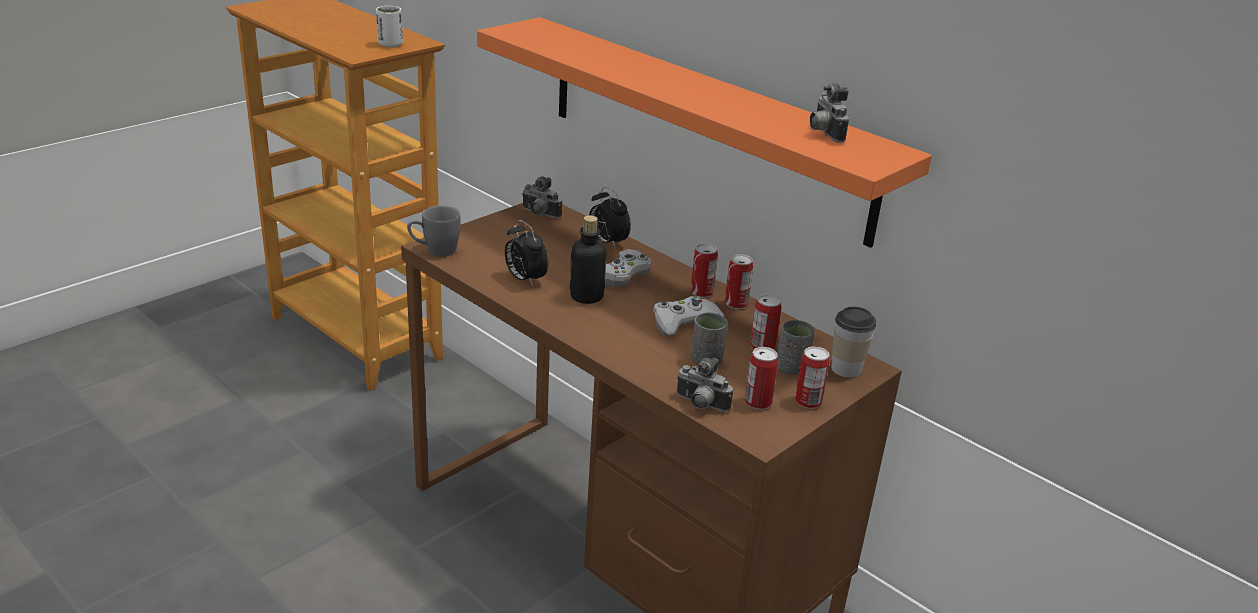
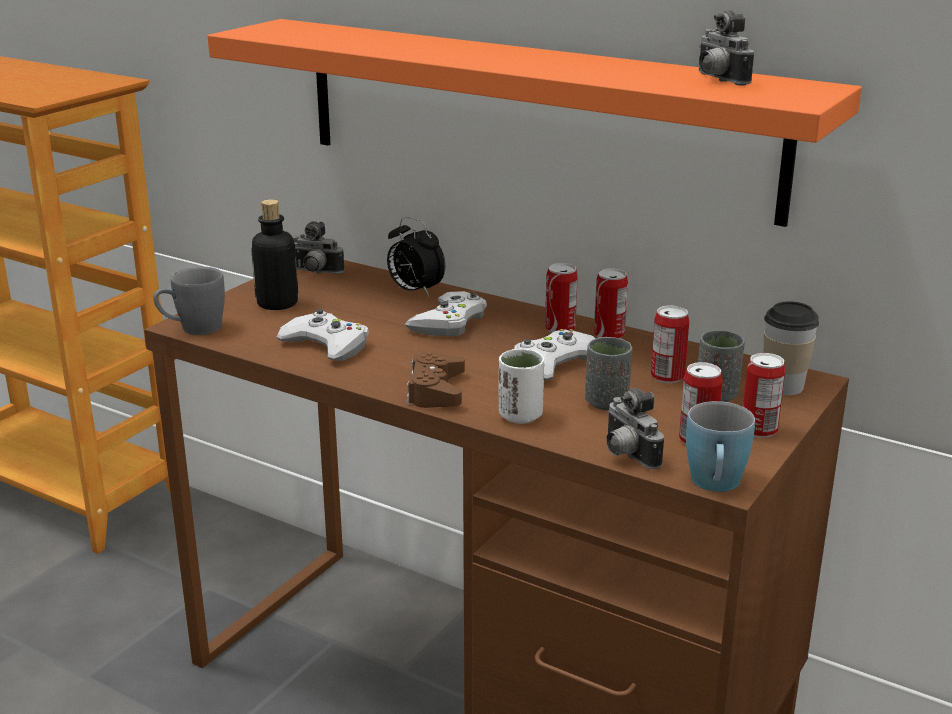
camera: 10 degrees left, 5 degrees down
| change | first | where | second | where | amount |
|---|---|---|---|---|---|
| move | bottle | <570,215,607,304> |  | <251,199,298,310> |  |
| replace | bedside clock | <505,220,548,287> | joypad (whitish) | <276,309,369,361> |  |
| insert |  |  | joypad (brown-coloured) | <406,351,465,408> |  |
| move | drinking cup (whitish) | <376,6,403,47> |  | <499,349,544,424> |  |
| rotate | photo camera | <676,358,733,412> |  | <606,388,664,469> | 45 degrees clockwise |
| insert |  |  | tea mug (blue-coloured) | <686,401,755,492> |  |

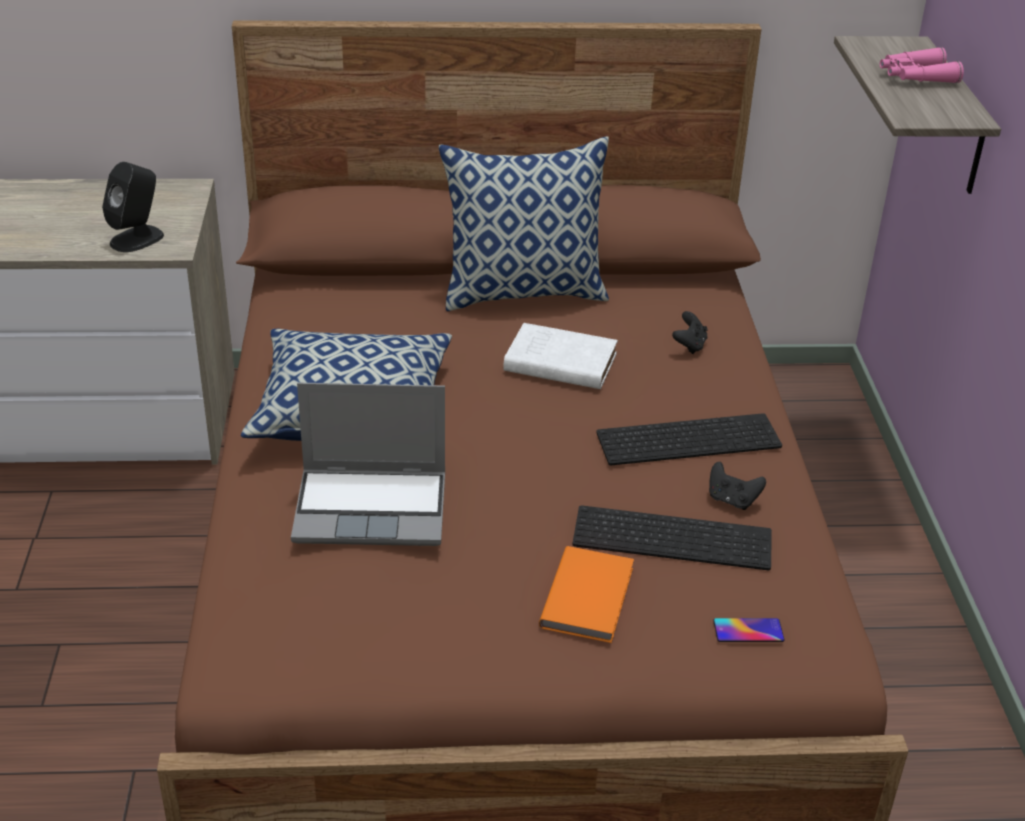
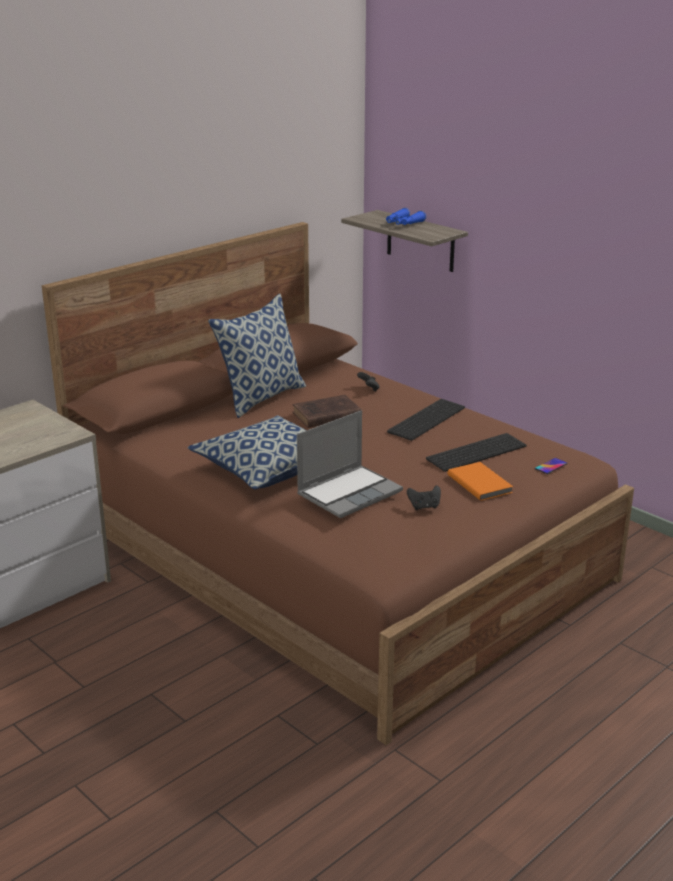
camera: 40 degrees left, 10 degrees down
| change | first | where | second | where | amount |
|---|---|---|---|---|---|
| recolor | bound book (whitish) | <503,323,618,389> | bound book (brown-coloured) | <292,395,362,428> |  |
| recolor | binoculars (pink-coloured) | <880,47,964,83> | binoculars (blue-coloured) | <386,208,426,225> |  |
| move | joypad (black-coloured) | <709,462,766,510> |  | <407,485,441,510> |  |
| delete | speaker (black-coloured) | <102,162,164,252> |  |  |  |

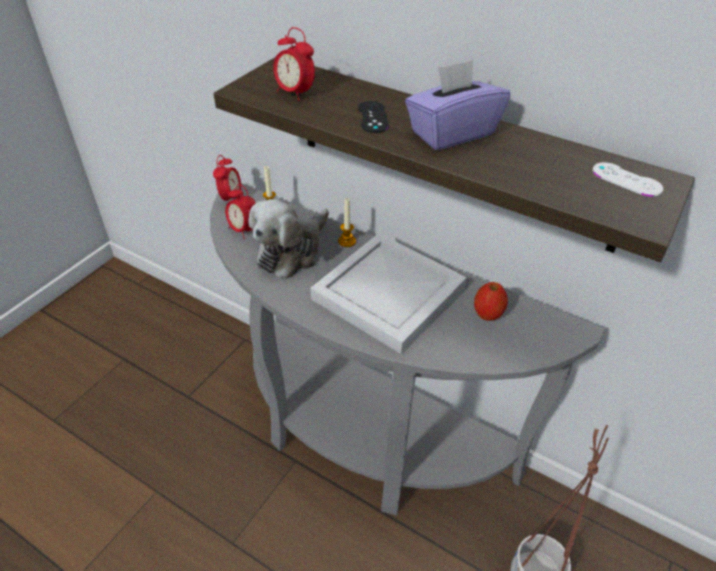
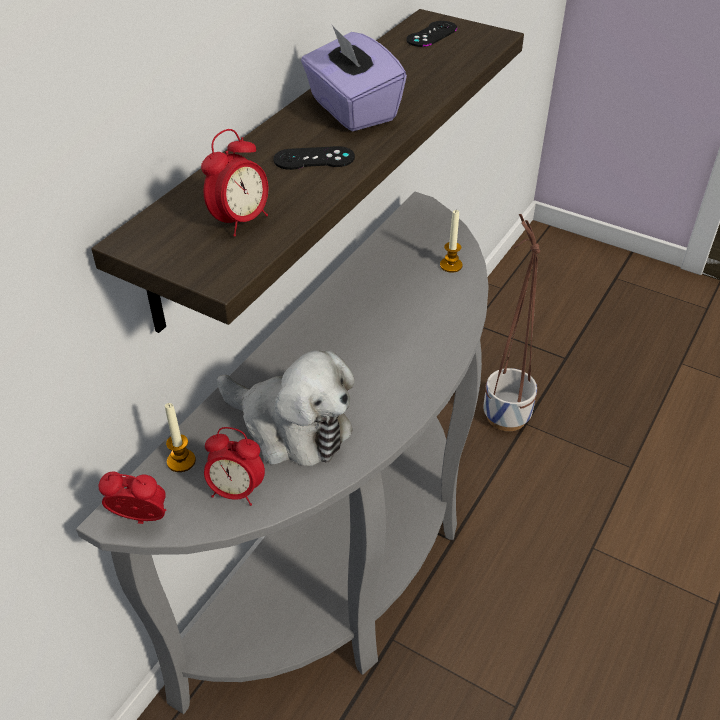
camera: 90 degrees left, 0 degrees up
| change | first | where | second | where | amount |
|---|---|---|---|---|---|
| rotate | bedside clock | <225,184,255,239> |  | <204,427,265,506> | 60 degrees clockwise |
| recolor | joypad (whitish) | <593,162,663,197> | joypad (black-coloured) | <406,21,457,47> |  |
| move | wax candle | <338,198,356,247> |  | <440,210,463,273> |  |
| delete | carrying tray (whitish) | <310,233,467,354> |  |  |  |
| delete | apple | <474,282,508,321> |  |  |  |

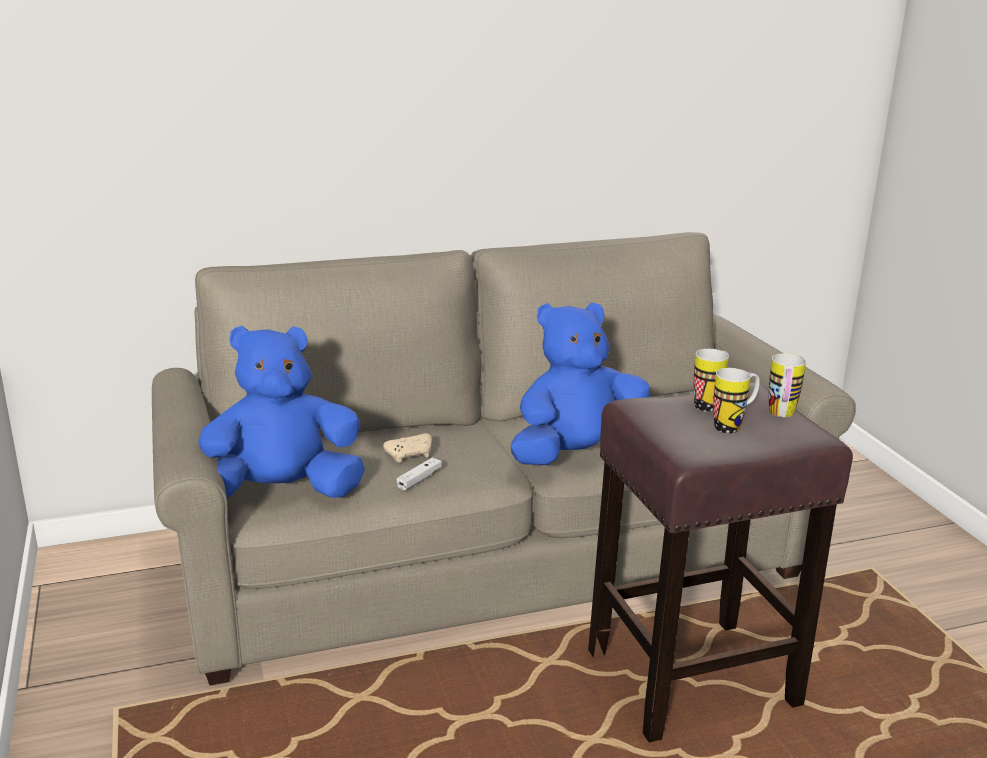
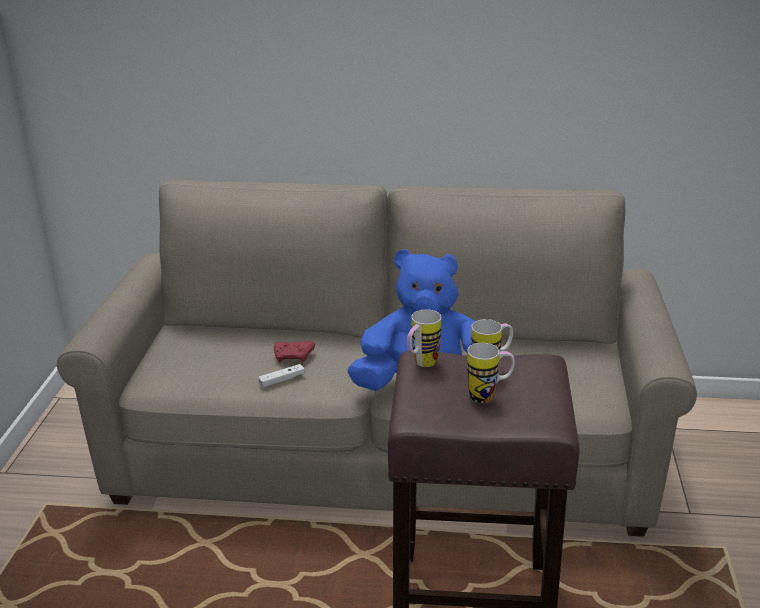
camera: 25 degrees right, 5 degrees up
| change | first | where | second | where | amount |
|---|---|---|---|---|---|
| recolor | joypad (beige) | <383,433,432,463> | joypad (red-coloured) | <274,341,315,363> |  |
| move | tea mug | <769,353,806,417> |  | <407,309,441,367> |  |
| delete | cuddly toy (blue-coloured) | <198,326,365,498> |  |  |  |

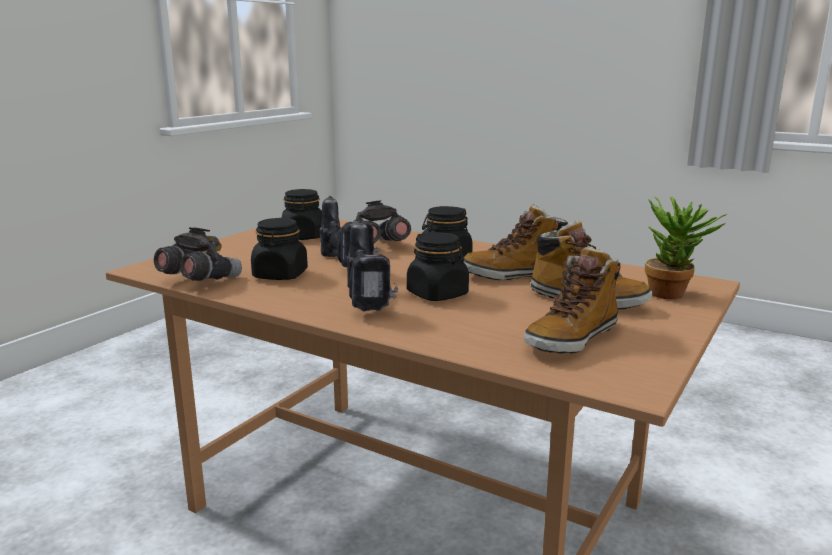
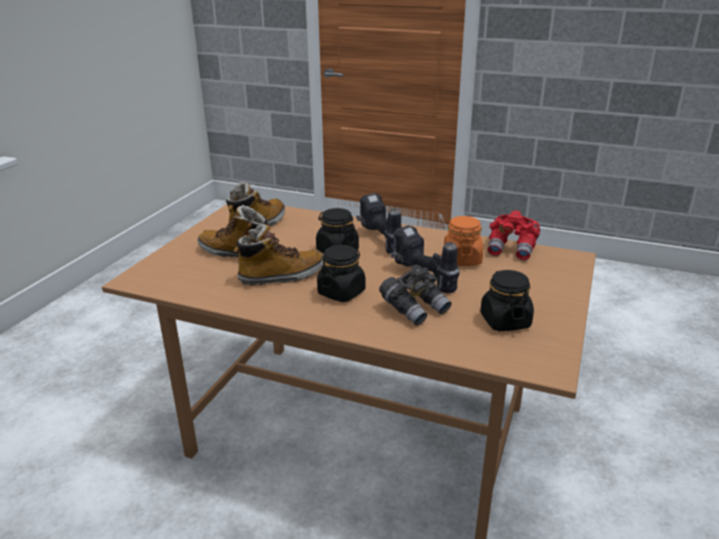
camera: 170 degrees right, 10 degrees up
| change | first | where | second | where | amount |
|---|---|---|---|---|---|
| recolor | storage jar (black-coloured) | <251,218,308,280> | storage jar (orange-coloured) | <444,216,483,266> |  |
| recolor | binoculars (grey) | <154,227,242,281> | binoculars (red-coloured) | <488,210,540,260> |  |
| delete | houseplant | <645,196,727,299> |  |  |  |

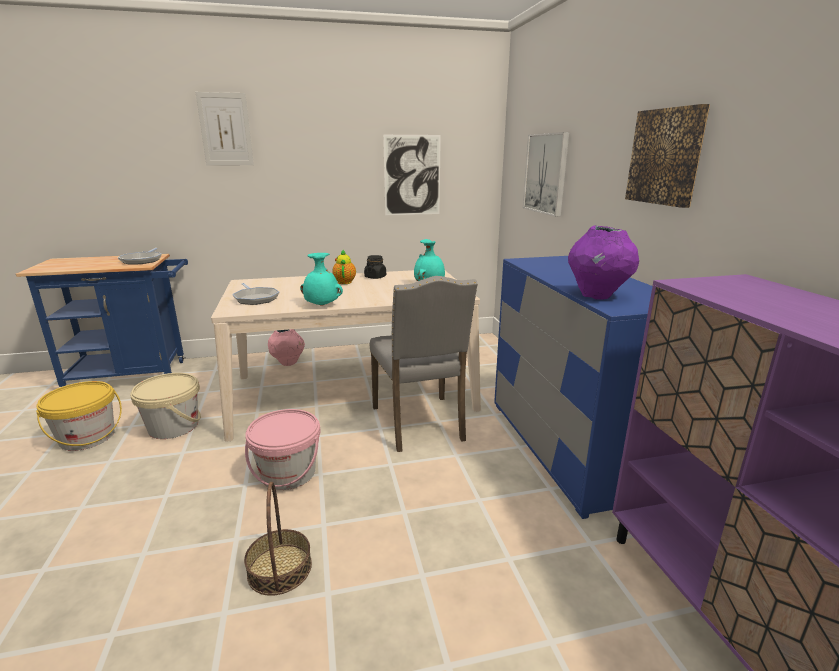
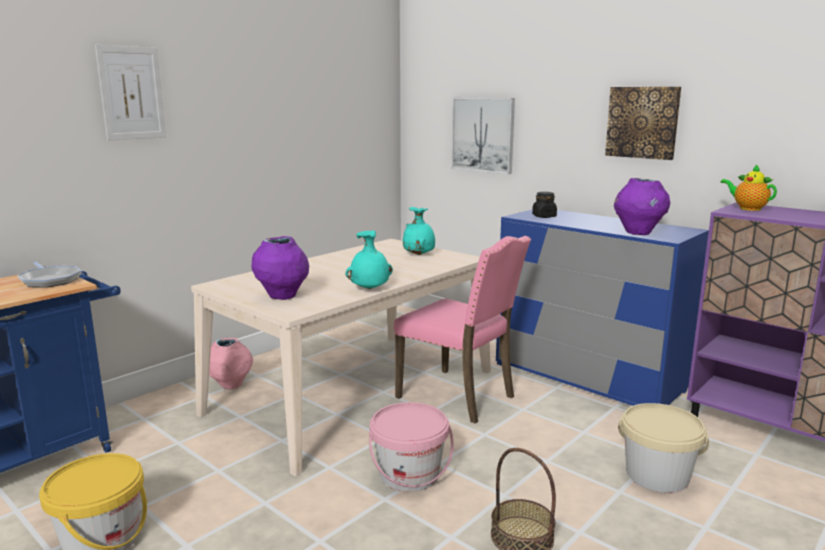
camera: 35 degrees left, 5 degrees down
| change | first | where | second | where | amount |
|---|---|---|---|---|---|
| replace | frying pan | <232,283,279,305> | decorative vase (purple-coloured) | <251,236,309,300> |  |
| recolor | upright chair (grey) | <370,276,478,452> | upright chair (pink-coloured) | <394,236,531,424> |  |
| move | storage jar (black-coloured) | <364,255,386,279> |  | <532,192,557,218> |  |
| move | water bucket (beige) | <130,373,201,439> |  | <618,403,709,493> |  |
| move | tea pot | <332,250,356,284> |  | <721,165,777,211> |  |
| delete | wall art | <383,135,441,215> |  |  |  |

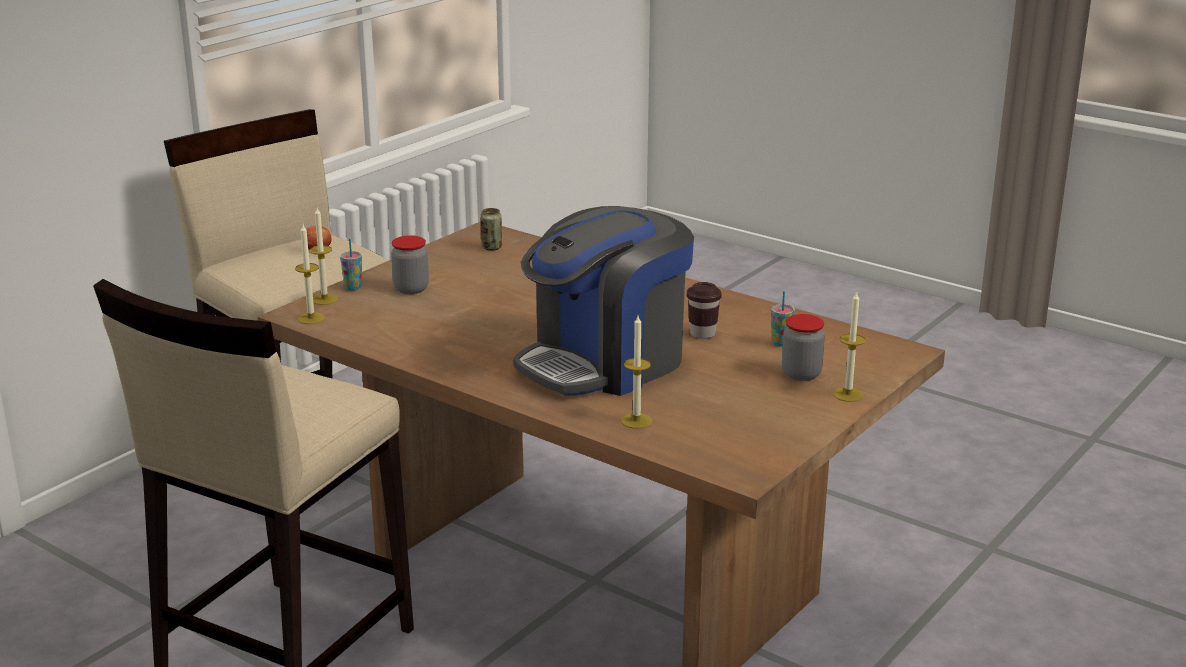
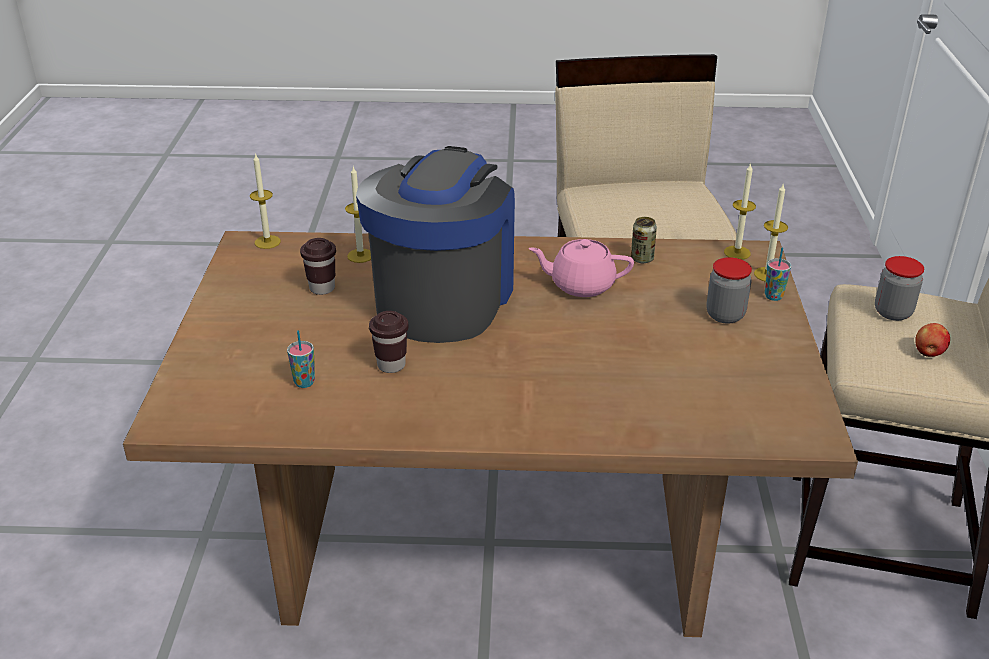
camera: 145 degrees right, 10 degrees up
| change | first | where | second | where | amount |
|---|---|---|---|---|---|
| move | wax candle | <833,291,866,402> |  | <250,153,281,249> |  |
| insert |  |  | drinking cup (brown-coloured) | <300,238,336,295> |  |
| insert |  |  | tea pot (pink-coloured) | <529,239,634,297> |  |
| move | sealed can | <480,208,502,251> |  | <631,217,657,263> |  |
| move | storage jar | <782,314,825,381> |  | <875,256,924,321> |  |

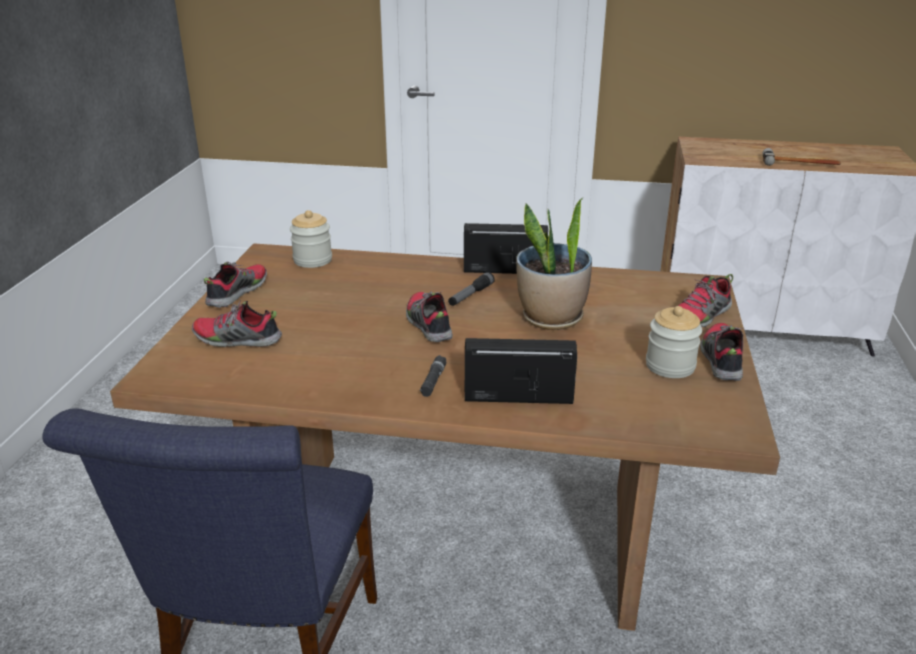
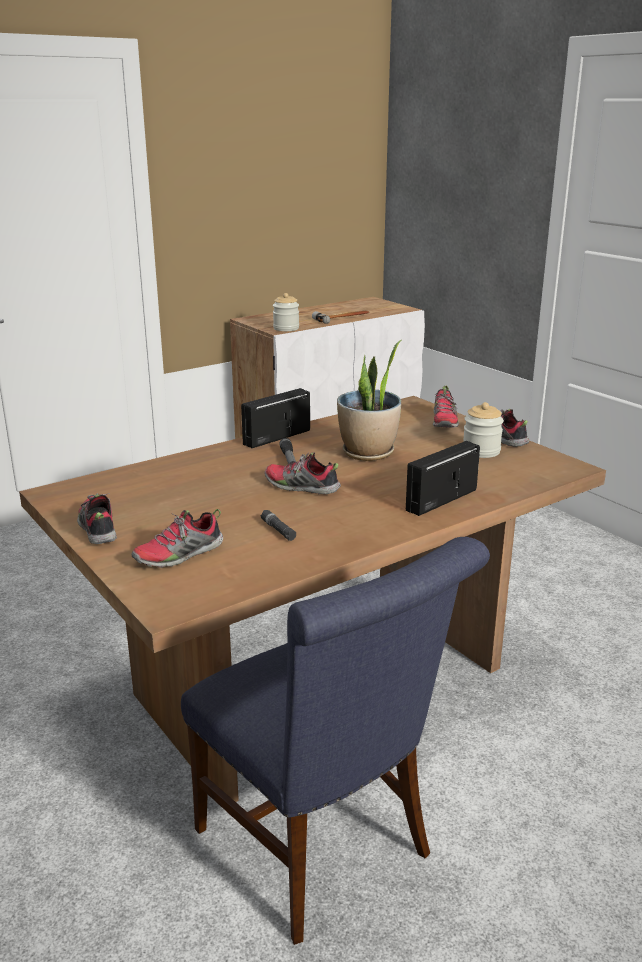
camera: 45 degrees left, 5 degrees down
| change | first | where | second | where | amount |
|---|---|---|---|---|---|
| move | flashlight (black-coloured) | <420,355,446,397> |  | <261,510,296,541> |  |
| move | storage jar | <290,210,332,268> |  | <273,293,299,331> |  |

